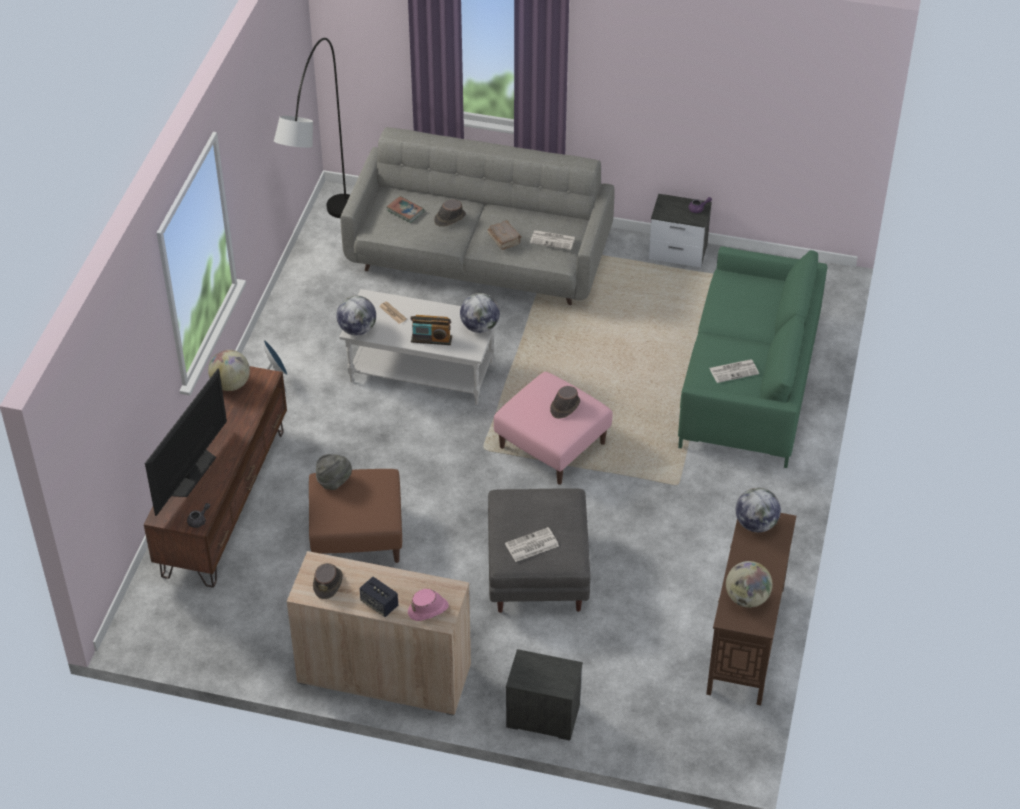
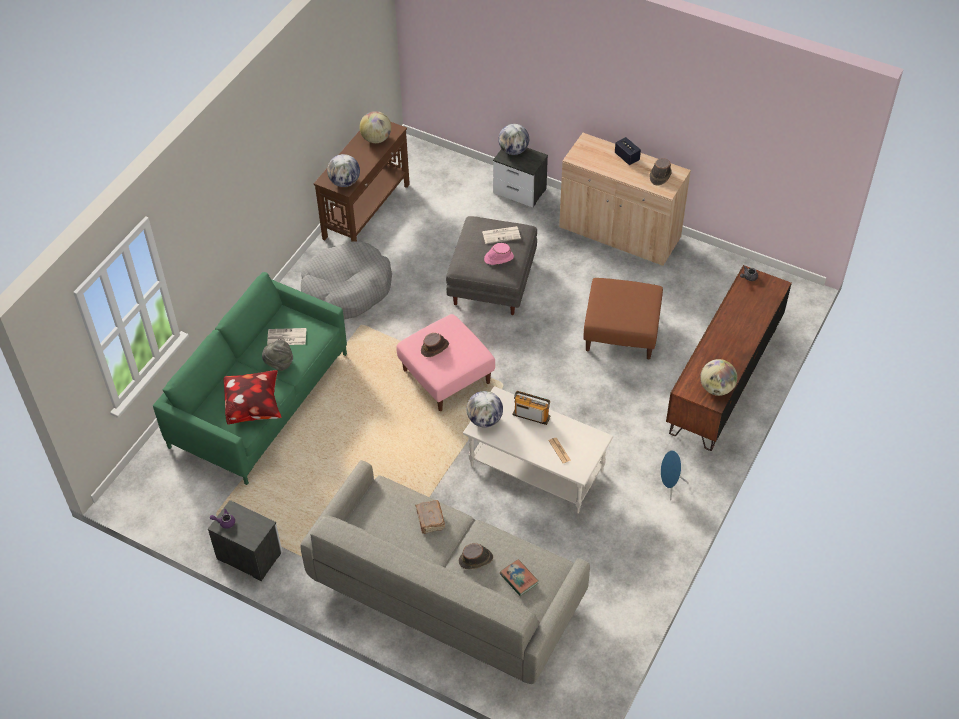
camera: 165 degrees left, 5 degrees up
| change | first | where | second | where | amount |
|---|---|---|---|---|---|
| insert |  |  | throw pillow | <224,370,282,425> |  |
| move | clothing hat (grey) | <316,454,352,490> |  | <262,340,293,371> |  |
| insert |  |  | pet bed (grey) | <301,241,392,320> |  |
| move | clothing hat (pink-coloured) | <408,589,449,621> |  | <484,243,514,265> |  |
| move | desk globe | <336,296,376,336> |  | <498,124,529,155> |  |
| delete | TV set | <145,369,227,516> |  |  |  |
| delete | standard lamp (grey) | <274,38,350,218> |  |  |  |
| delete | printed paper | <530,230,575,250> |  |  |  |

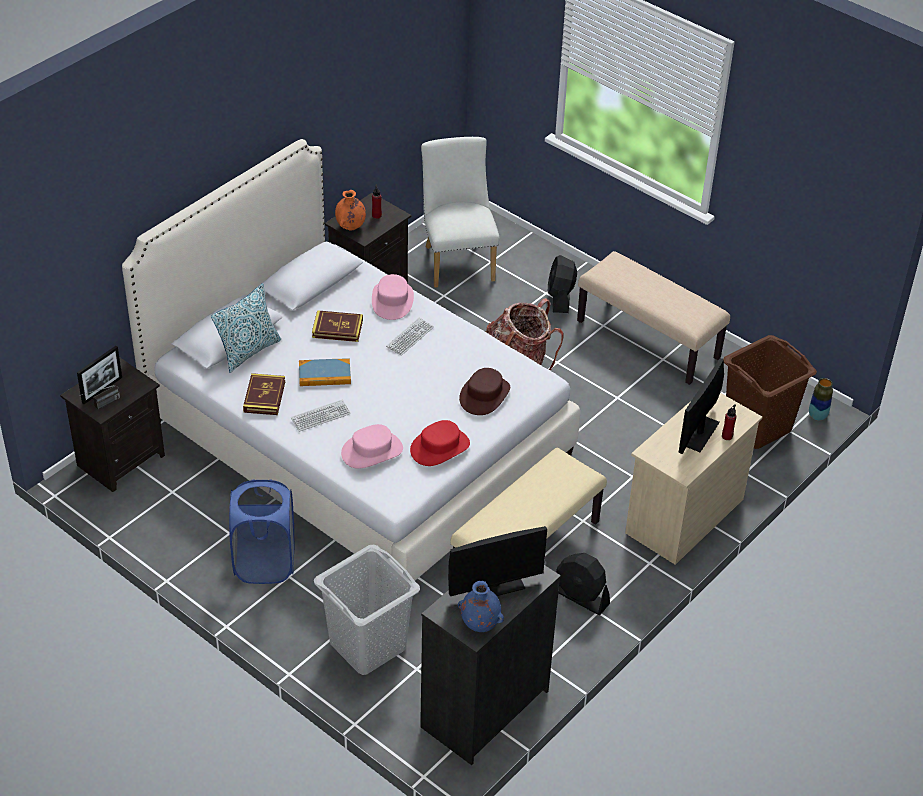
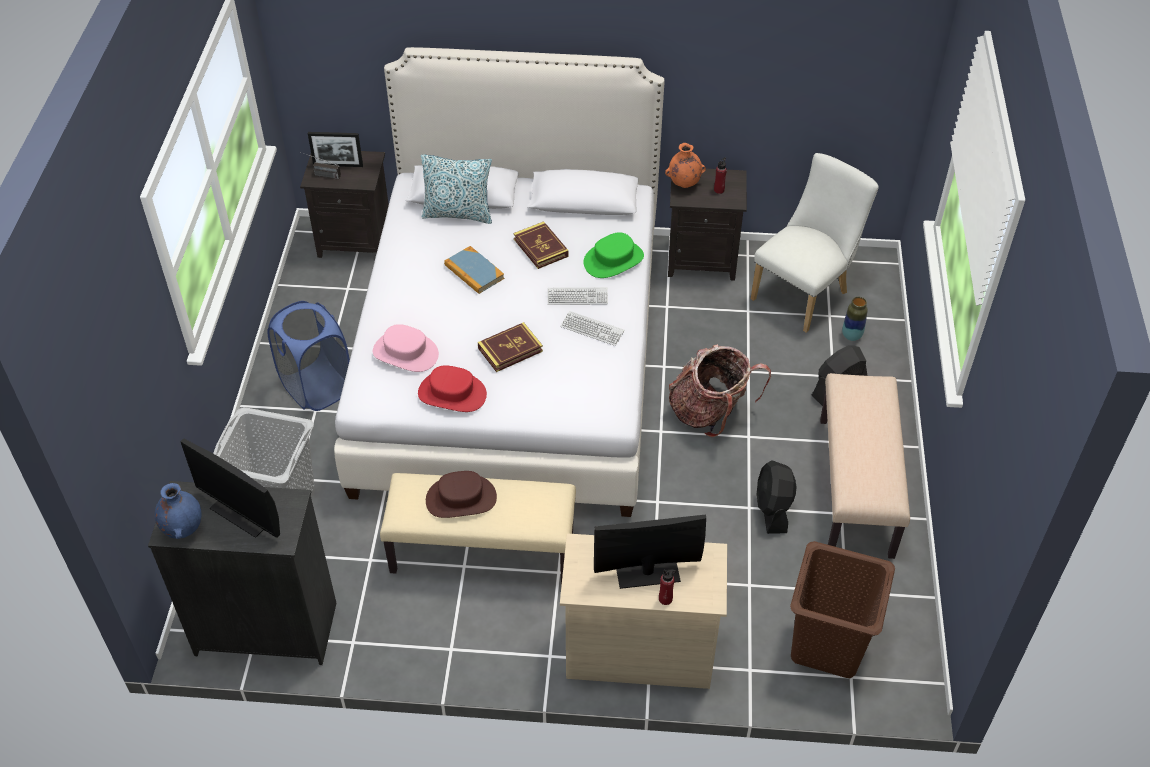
camera: 55 degrees right, 5 degrees up
| change | first | where | second | where | amount |
|---|---|---|---|---|---|
| move | clothing hat (brown-coloured) | <459,368,510,415> |  | <426,471,497,518> |  |
| move | bound book | <243,373,285,415> |  | <478,322,543,372> |  |
| move | computer keyboard | <291,400,351,432> |  | <560,311,625,346> |  |
| recolor | clothing hat (pink-coloured) | <372,274,414,320> | clothing hat (green) | <583,232,644,278> |  |
| move | electric fan (black-coloured) | <556,553,610,615> |  | <757,460,797,534> |  |
| move | decorative vase | <809,378,833,421> |  | <842,297,868,341> |  |

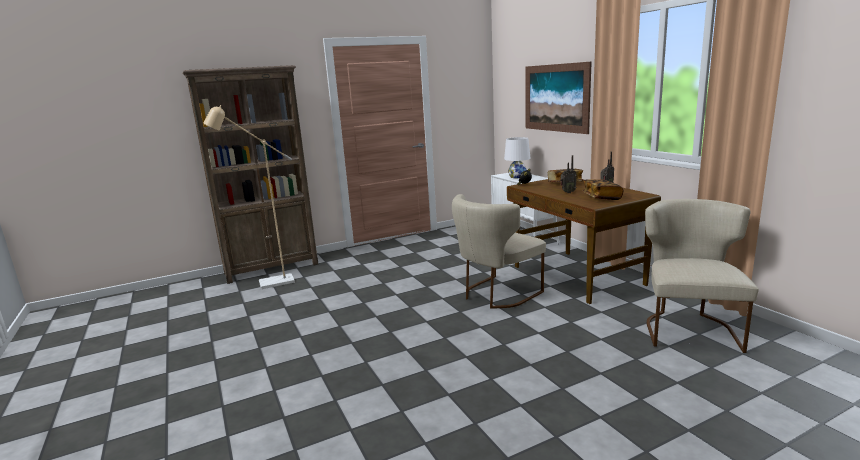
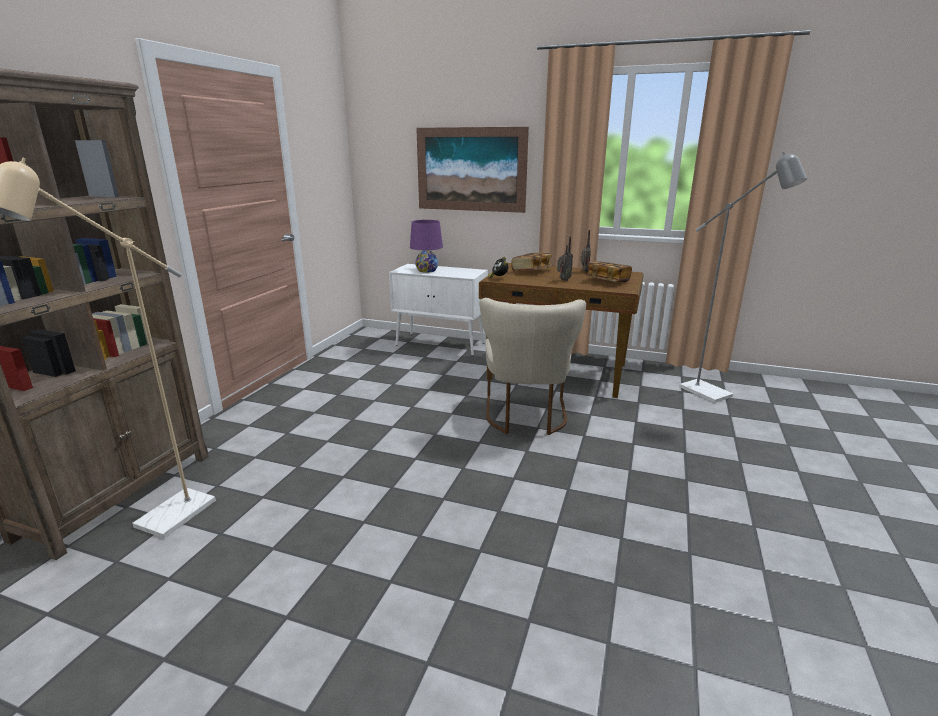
camera: 45 degrees left, 5 degrees up
| change | first | where | second | where | amount |
|---|---|---|---|---|---|
| recolor | lamp for a table (whitish) | <504,137,531,178> | lamp for a table (purple-coloured) | <410,220,443,272> |  |
| replace | upright chair (beige) | <645,199,759,353> | standard lamp (grey) | <679,152,807,403> |  |

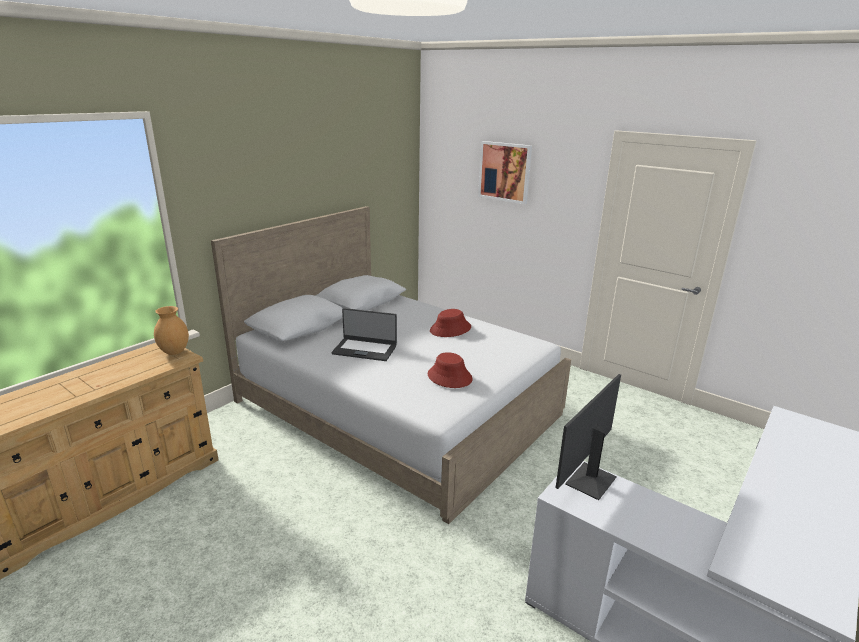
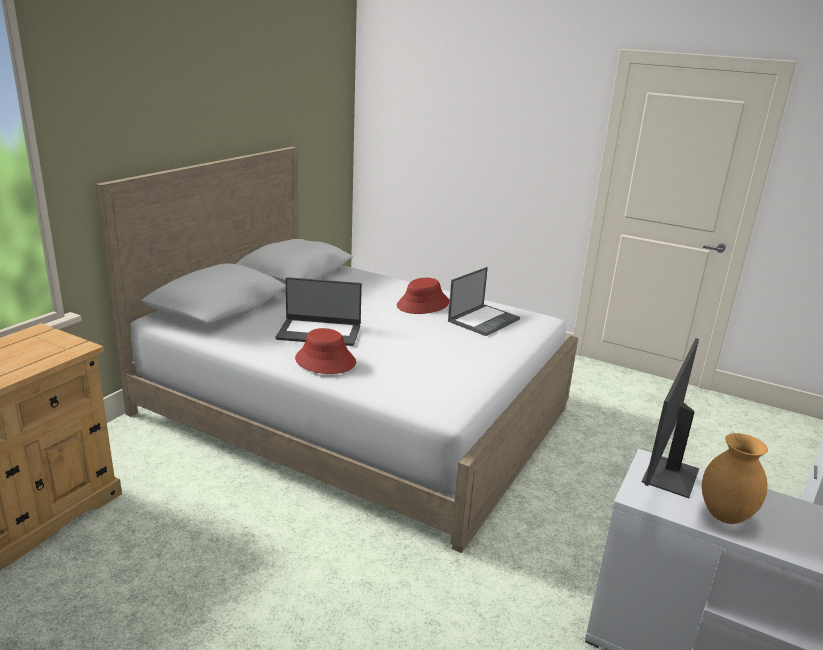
camera: 10 degrees left, 0 degrees up
| change | first | where | second | where | amount |
|---|---|---|---|---|---|
| move | clothing hat (red-coloured) | <428,352,473,388> |  | <295,328,356,374> |  |
| insert |  |  | laptop | <448,267,520,336> |  |
| move | decorative vase (brown-coloured) | <154,306,189,355> |  | <702,433,768,524> |  |
| delete | wall art | <478,141,532,204> |  |  |  |

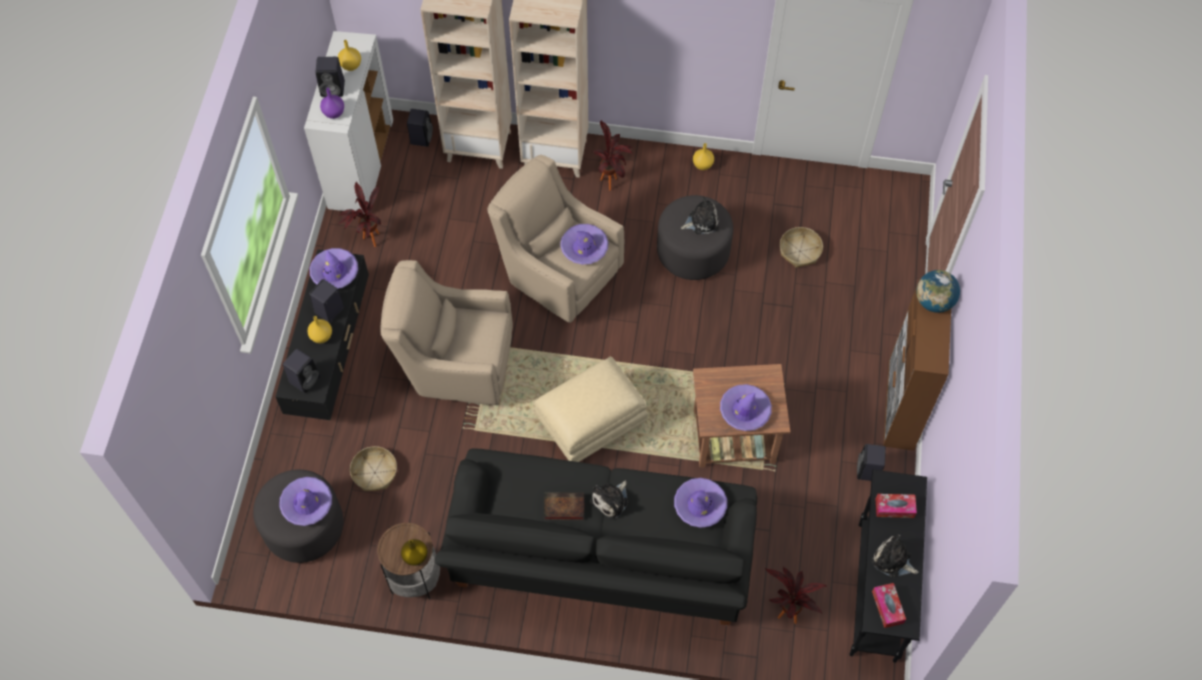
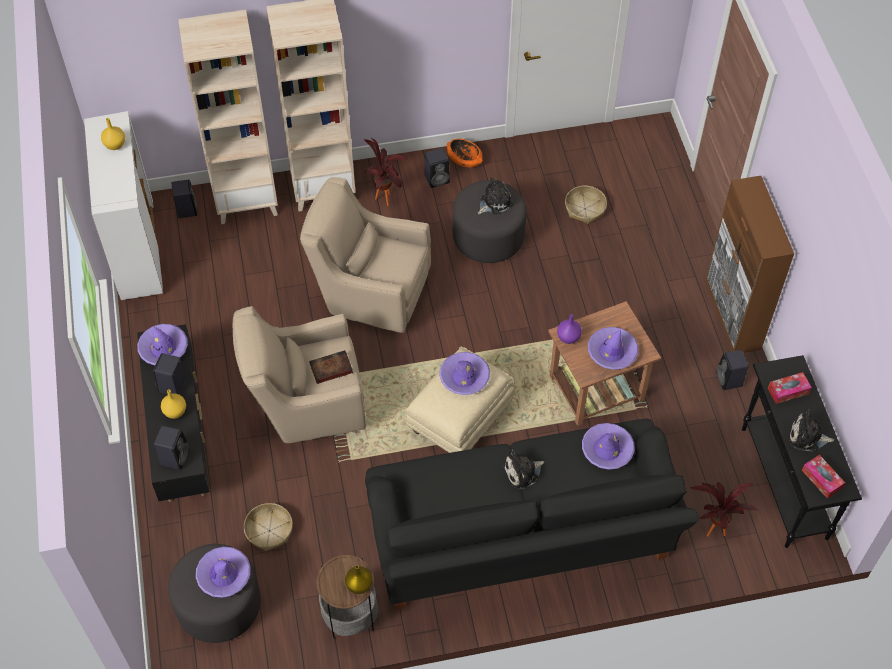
camera: 20 degrees left, 5 degrees down
| change | first | where | second | where | amount |
|---|---|---|---|---|---|
| move | bound book | <544,493,584,520> |  | <309,350,353,384> |  |
| move | speaker (black-coloured) | <315,57,345,97> |  | <424,148,450,188> |  |
| move | clothing hat (purple-coloured) | <560,224,609,264> |  | <439,352,490,395> |  |
| replace | decorative vase (yellowish) | <693,143,714,170> | bowl (orange-coloured) | <447,139,483,168> |  |
| rotate | cuddly toy | <590,481,628,519> |  | <503,449,544,489> | 45 degrees clockwise |
| move | decorative vase (purple-coloured) | <320,88,344,119> |  | <557,314,582,344> |  |
| delete | houseplant | <337,182,381,247> |  |  |  |
| delete | desk globe | <916,270,960,313> |  |  |  |

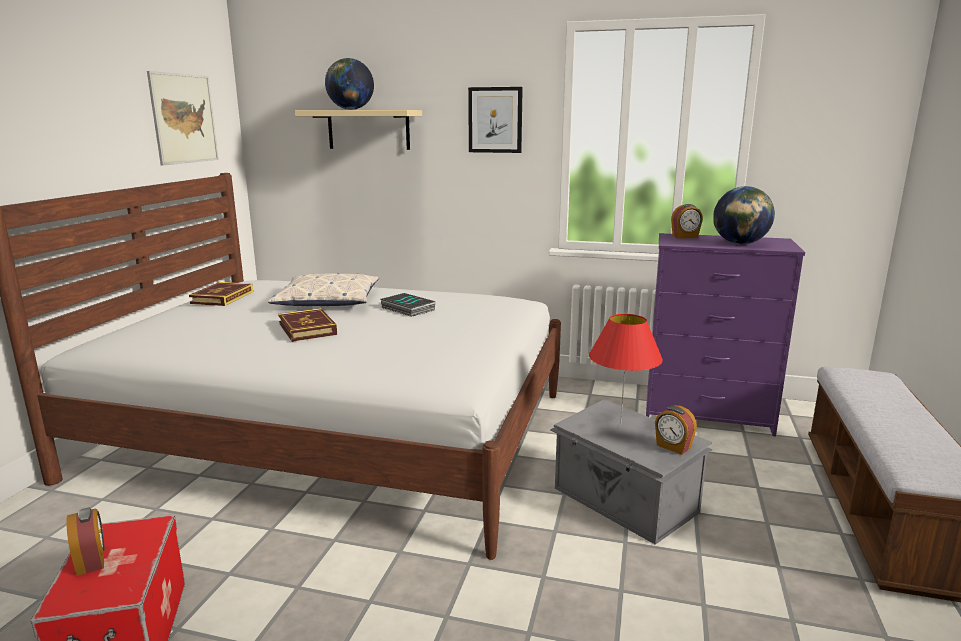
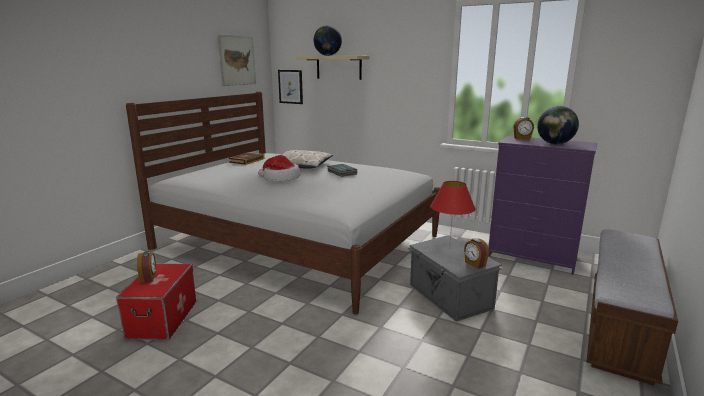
camera: 15 degrees right, 0 degrees up
| change | first | where | second | where | amount |
|---|---|---|---|---|---|
| replace | bound book | <278,308,337,342> | clothing hat | <258,155,300,182> |  |
| move | wall art | <468,87,523,153> |  | <278,70,303,104> |  |

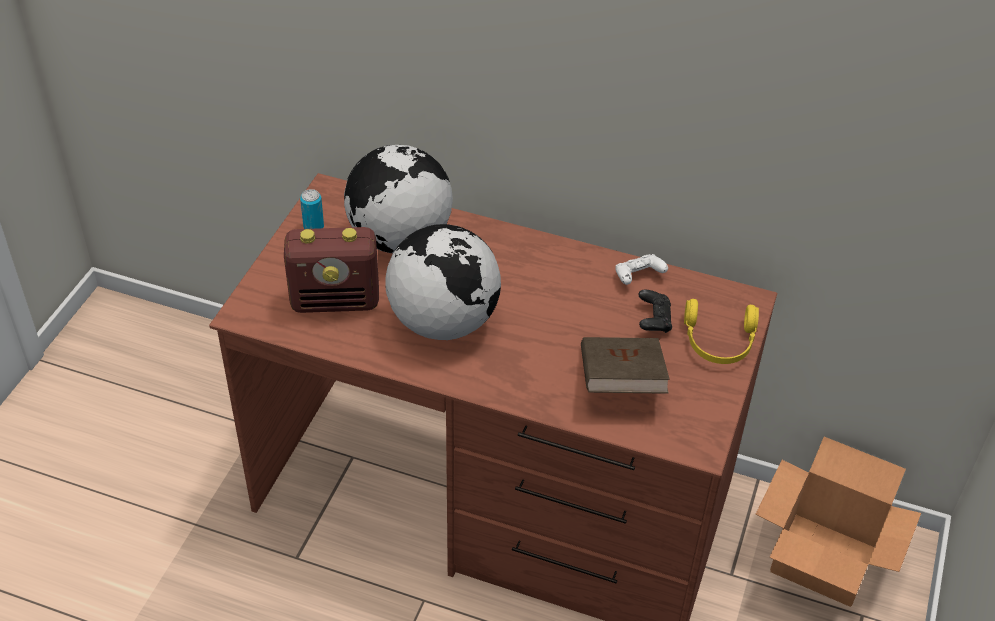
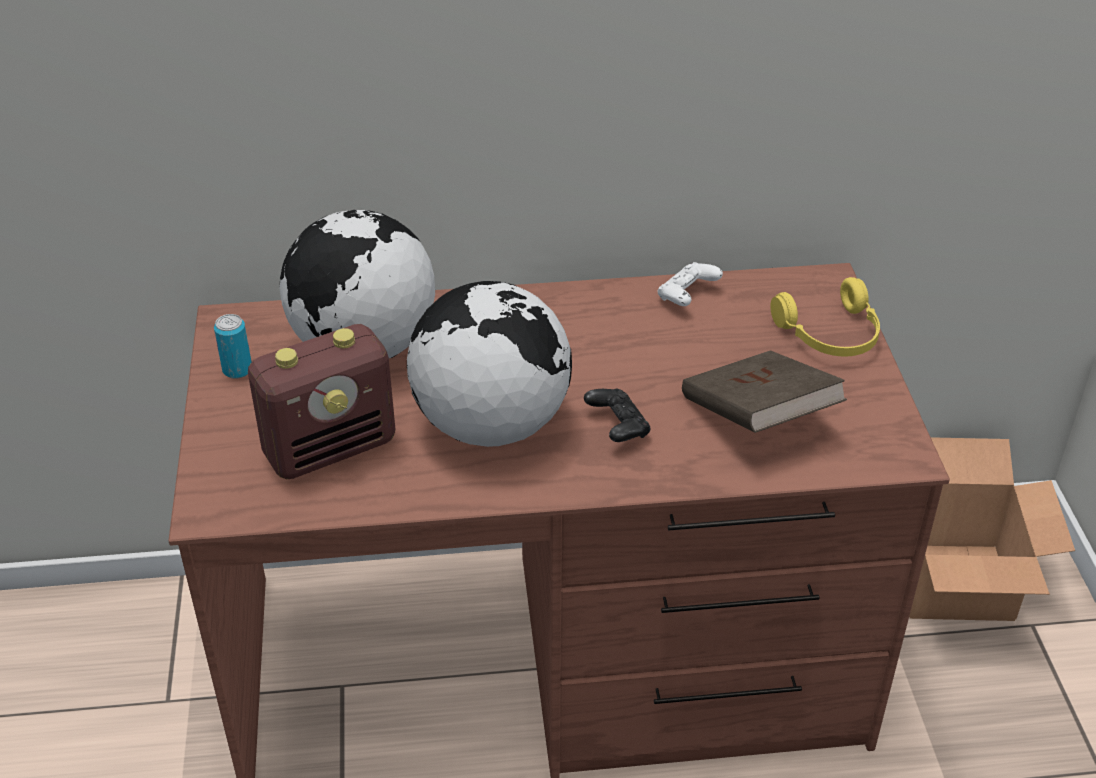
camera: 25 degrees left, 5 degrees down
| change | first | where | second | where | amount |
|---|---|---|---|---|---|
| move | joypad (black-coloured) | <638,290,672,333> |  | <584,389,651,442> |  |

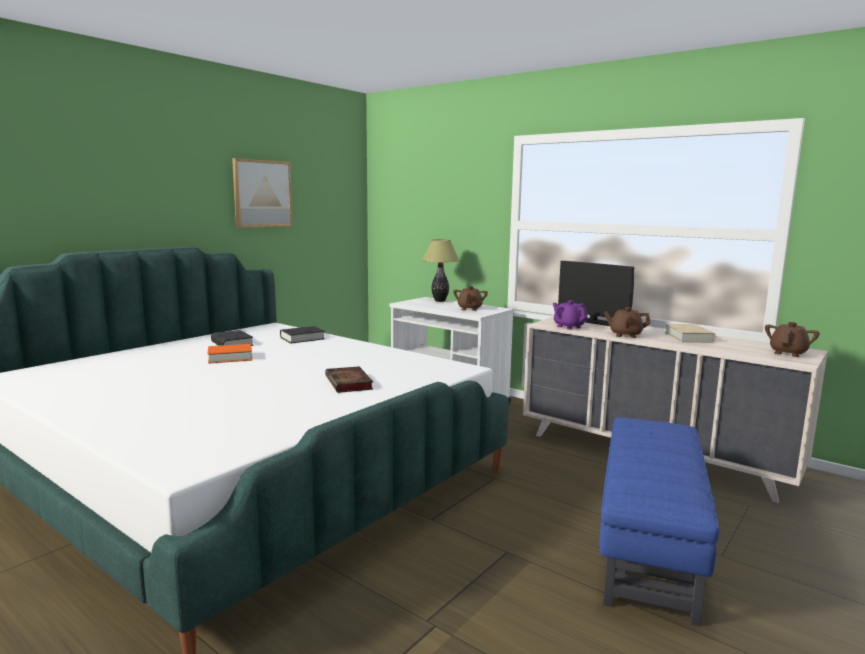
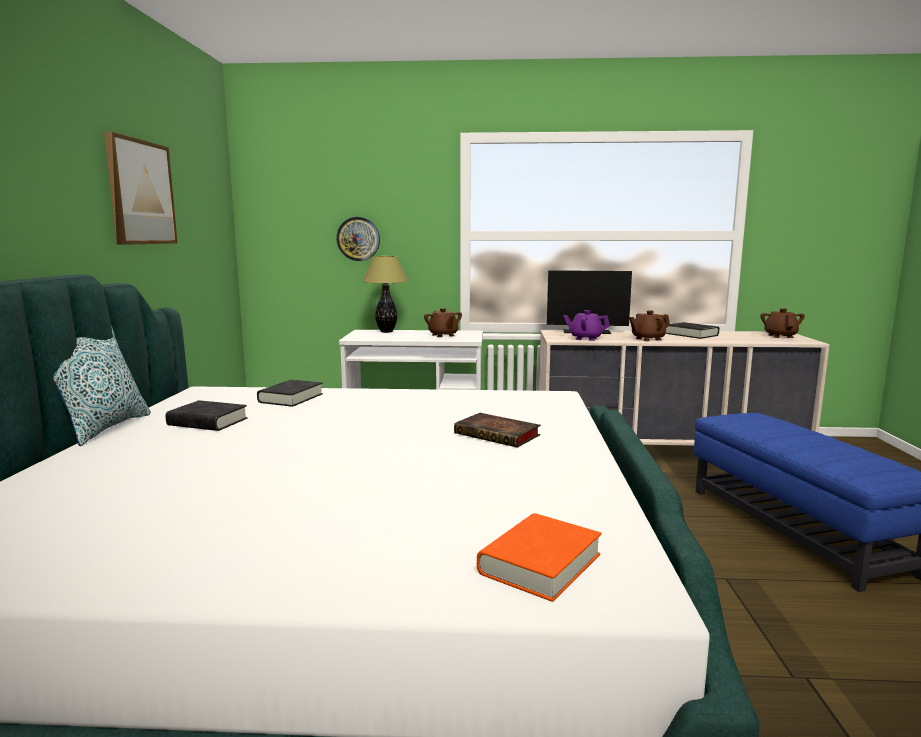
camera: 35 degrees left, 0 degrees up
| change | first | where | second | where | amount |
|---|---|---|---|---|---|
| insert |  |  | throw pillow | <53,325,151,446> |  |
| insert |  |  | clock on the wall | <336,217,380,261> |  |
| move | bound book (orange-coloured) | <208,344,253,364> |  | <477,513,601,602> |  |
| recolor | bound book (beige) | <665,324,716,343> | bound book (black-coloured) | <666,322,719,339> |  |

